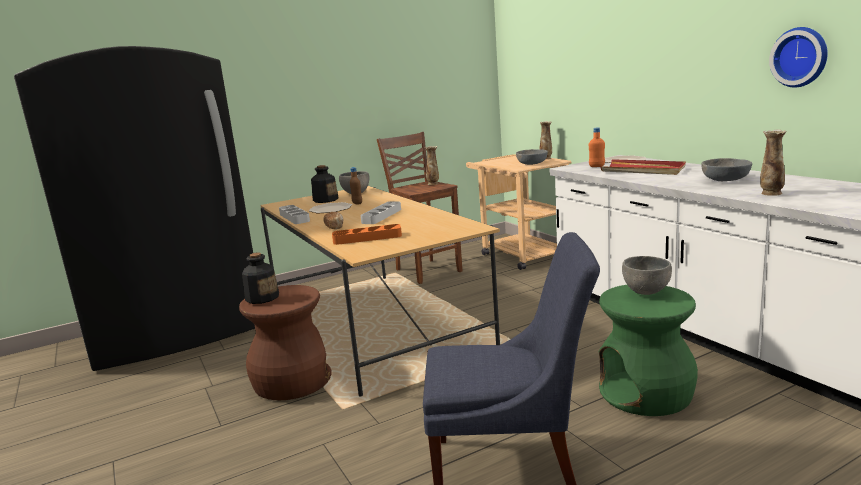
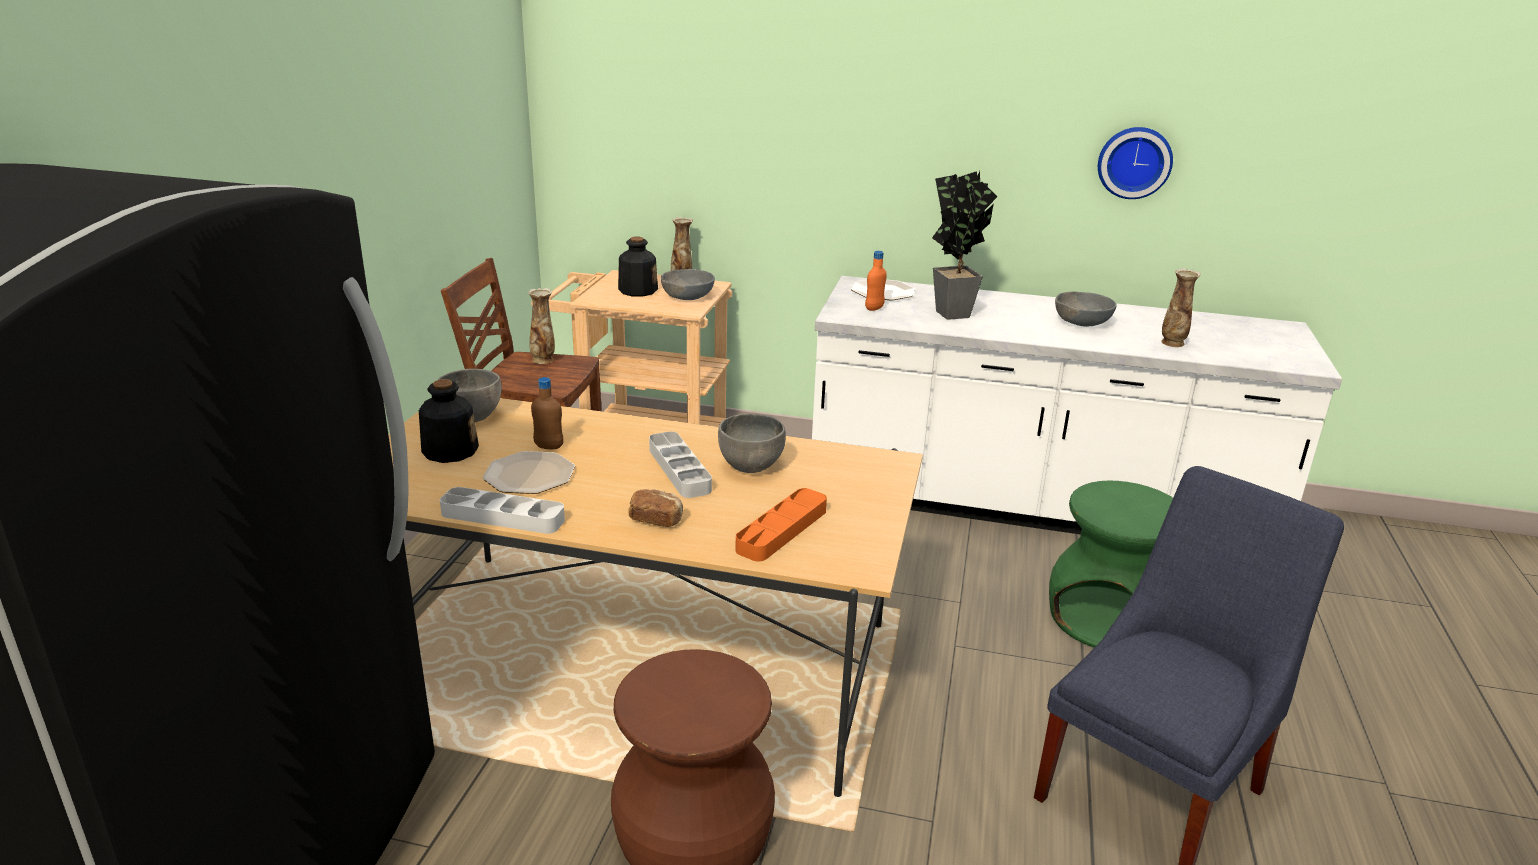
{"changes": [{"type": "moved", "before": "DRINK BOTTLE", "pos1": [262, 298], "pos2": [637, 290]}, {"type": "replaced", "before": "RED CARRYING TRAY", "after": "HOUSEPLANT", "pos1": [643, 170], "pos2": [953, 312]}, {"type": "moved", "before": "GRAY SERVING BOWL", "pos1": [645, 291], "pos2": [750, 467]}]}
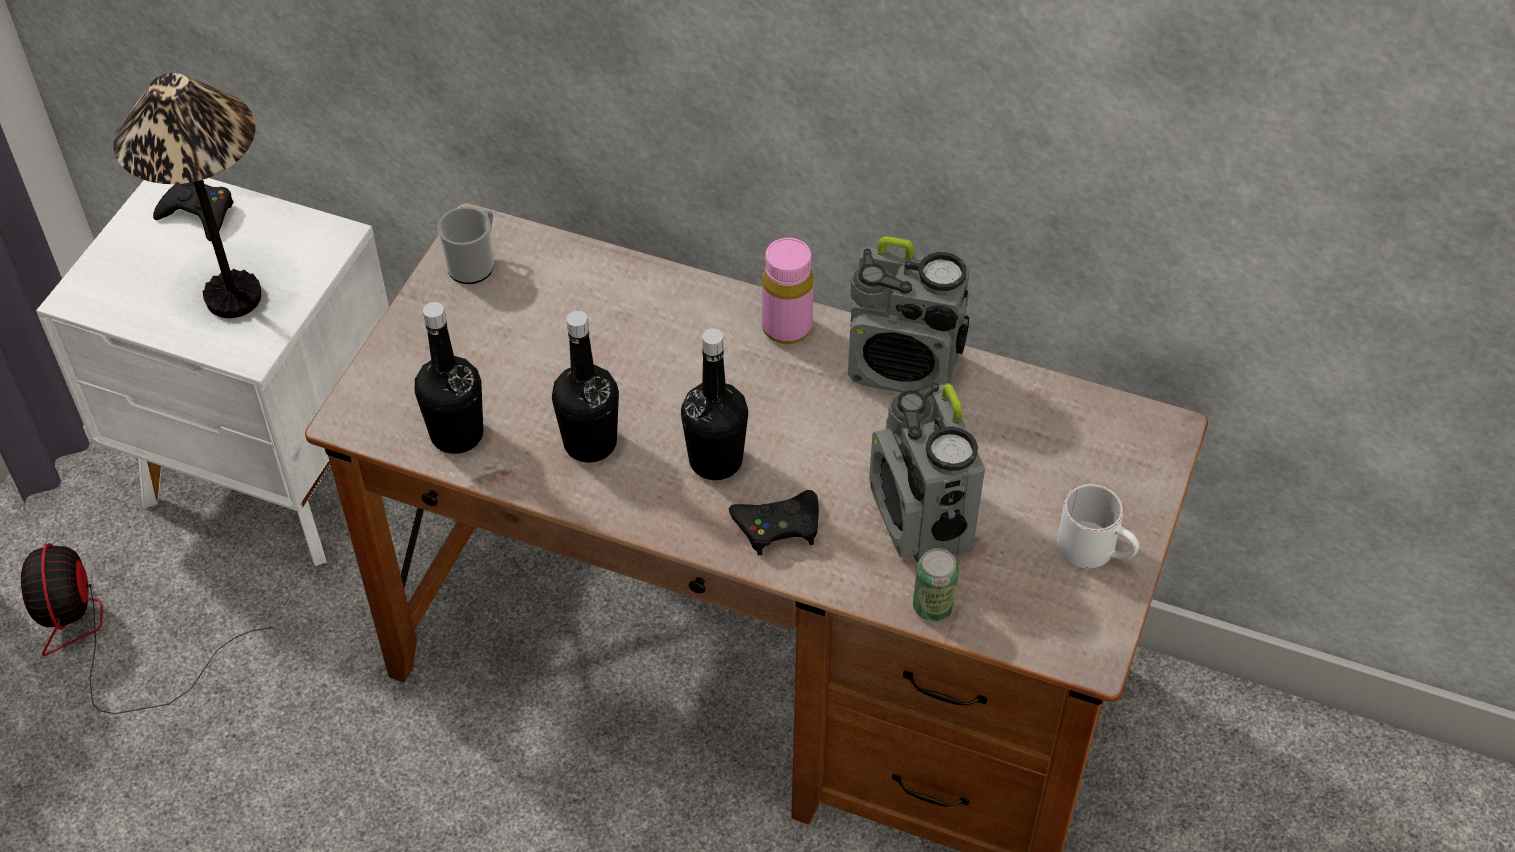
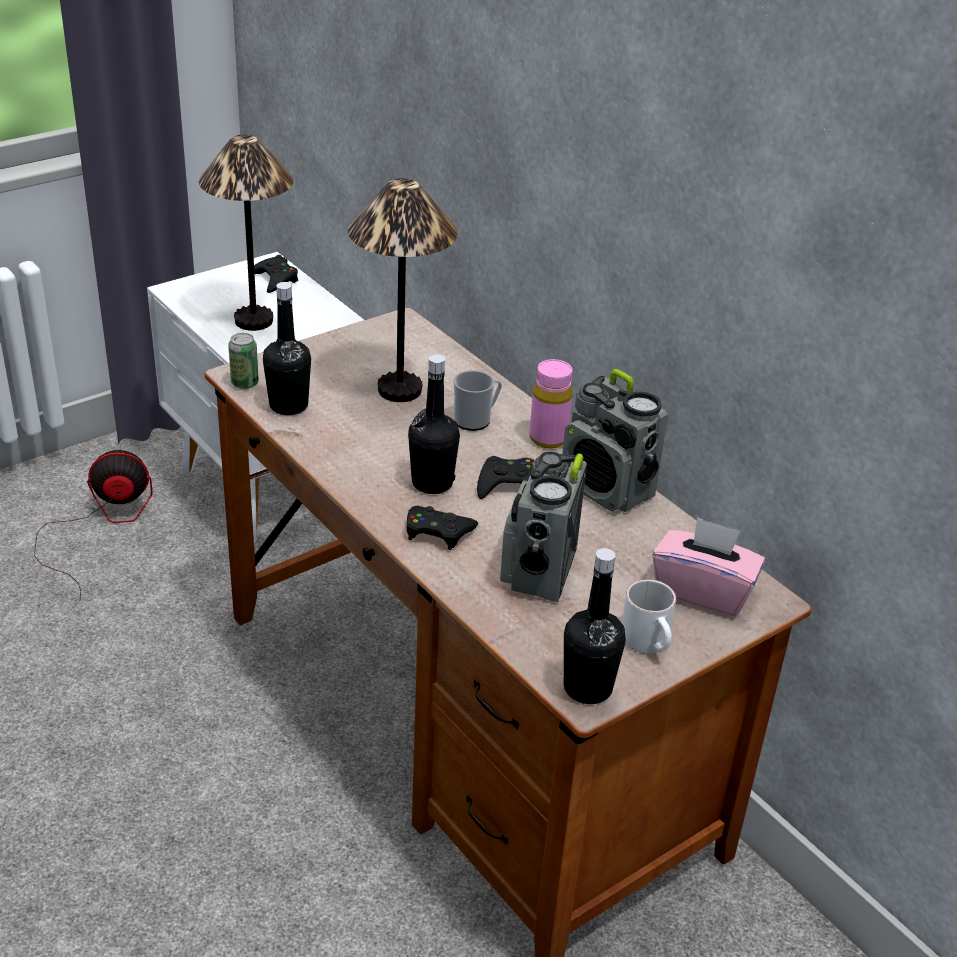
{"changes": [{"type": "turned", "before": "COOLING FAN", "pos1": [105, 639], "pos2": [100, 525], "turn": 60}, {"type": "moved", "before": "TEA MUG", "pos1": [474, 264], "pos2": [476, 420]}, {"type": "moved", "before": "BLACK DRINK BOTTLE", "pos1": [590, 443], "pos2": [587, 688]}, {"type": "moved", "before": "CAN", "pos1": [933, 607], "pos2": [244, 383]}, {"type": "added", "after": "TABLE LAMP", "pos2": [400, 390]}, {"type": "added", "after": "BLACK GAMEPAD", "pos2": [510, 486]}, {"type": "added", "after": "PINK-COLOURED TISSUE HOLDER", "pos2": [703, 591]}]}
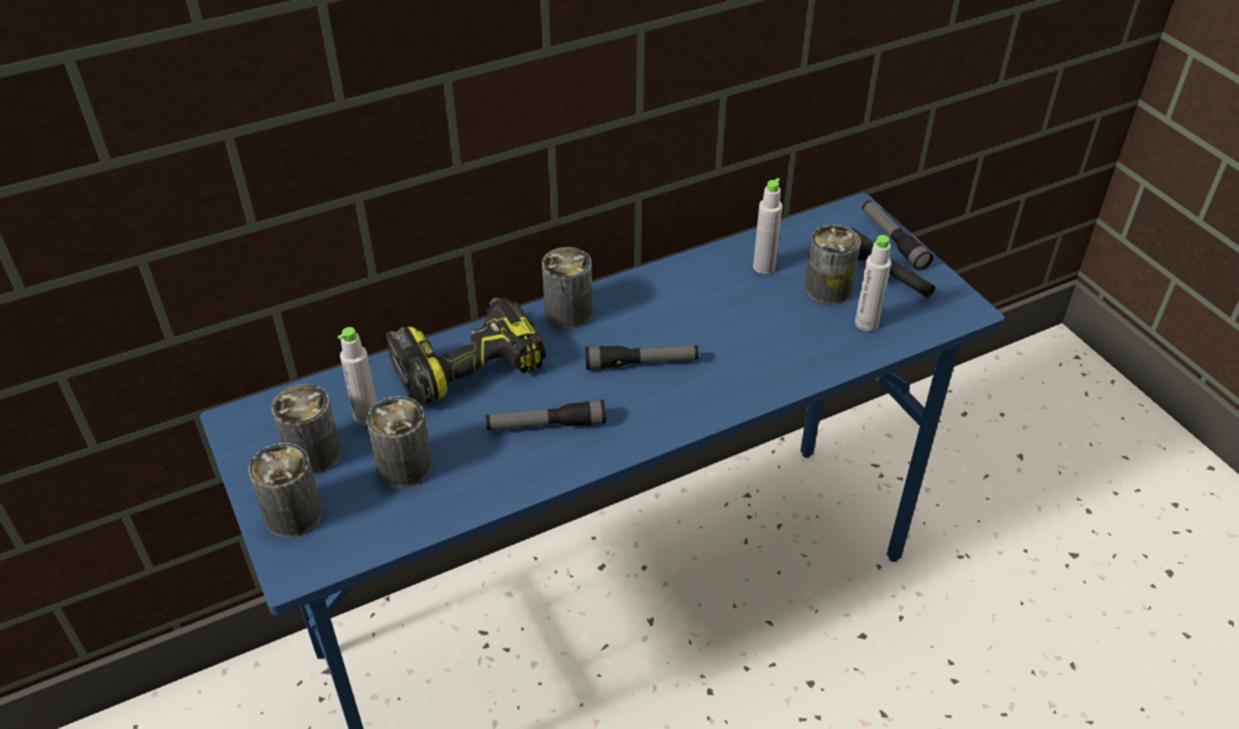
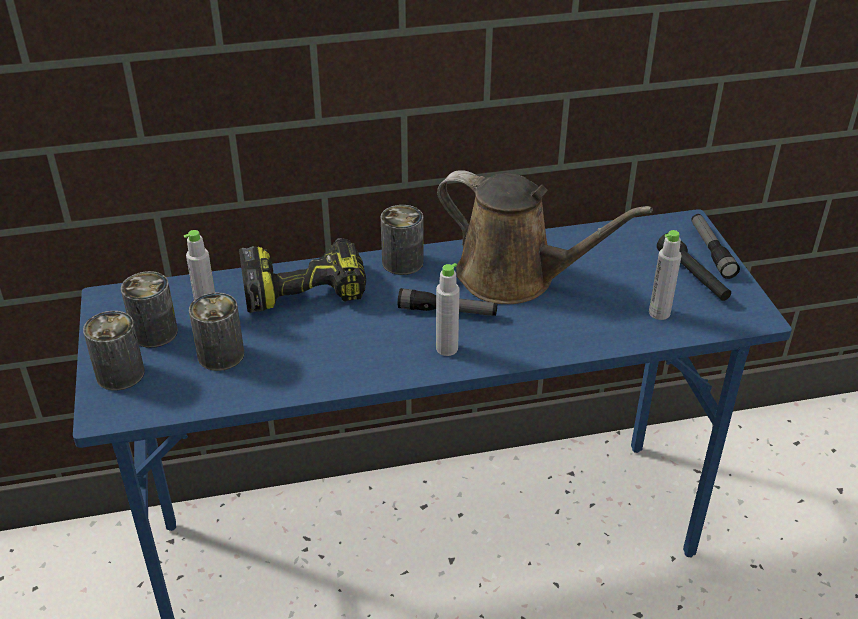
{"changes": [{"type": "removed", "before": "TORCH", "pos1": [546, 425]}, {"type": "moved", "before": "GRAY DRINK BOTTLE", "pos1": [764, 267], "pos2": [447, 348]}, {"type": "removed", "before": "CAN", "pos1": [828, 289]}, {"type": "added", "after": "BROWNISH SPRINKLING CAN", "pos2": [515, 277]}]}
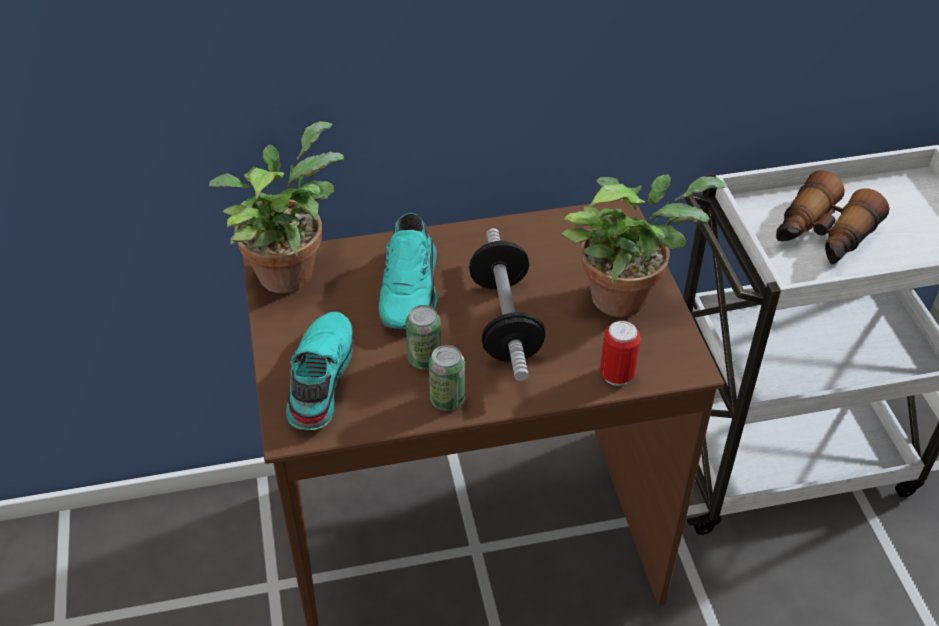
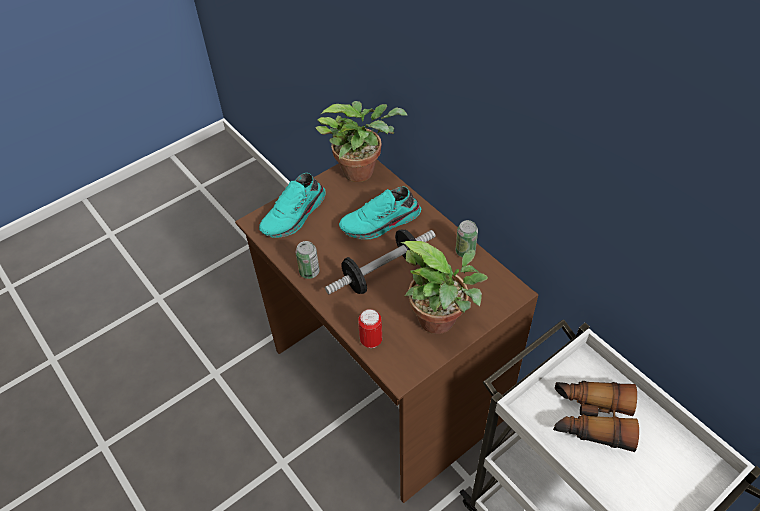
{"changes": [{"type": "turned", "before": "TURQUOISE-COLOURED SHOE", "pos1": [318, 378], "pos2": [295, 216], "turn": 150}, {"type": "moved", "before": "CAN", "pos1": [424, 359], "pos2": [465, 251]}]}
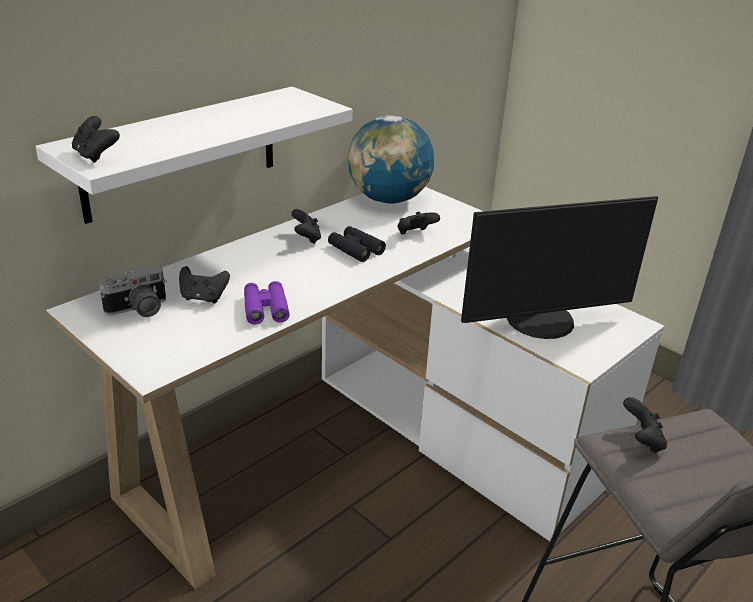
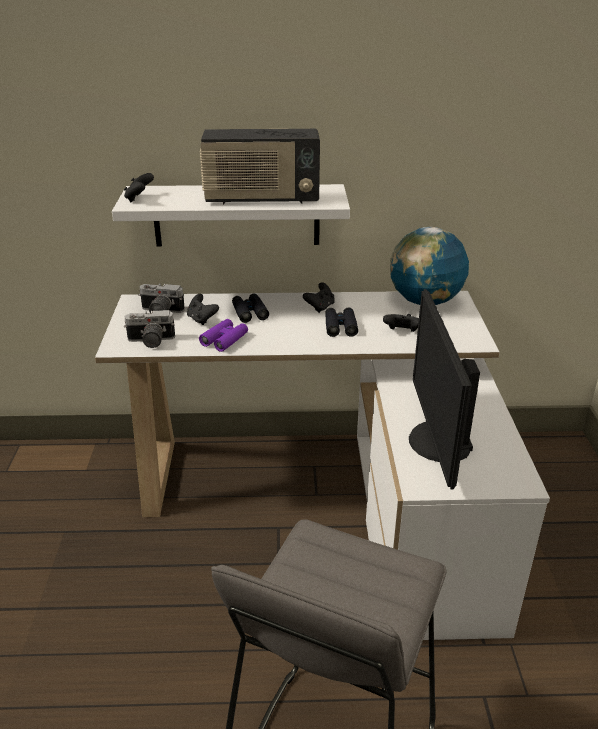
{"changes": [{"type": "turned", "before": "COMPUTER SCREEN", "pos1": [542, 322], "pos2": [437, 442], "turn": 60}, {"type": "removed", "before": "BLACK GAMEPAD", "pos1": [642, 440]}, {"type": "added", "after": "STILL CAMERA", "pos2": [150, 342]}, {"type": "added", "after": "RADIO", "pos2": [261, 199]}, {"type": "added", "after": "BLACK FIELD GLASSES", "pos2": [250, 312]}]}
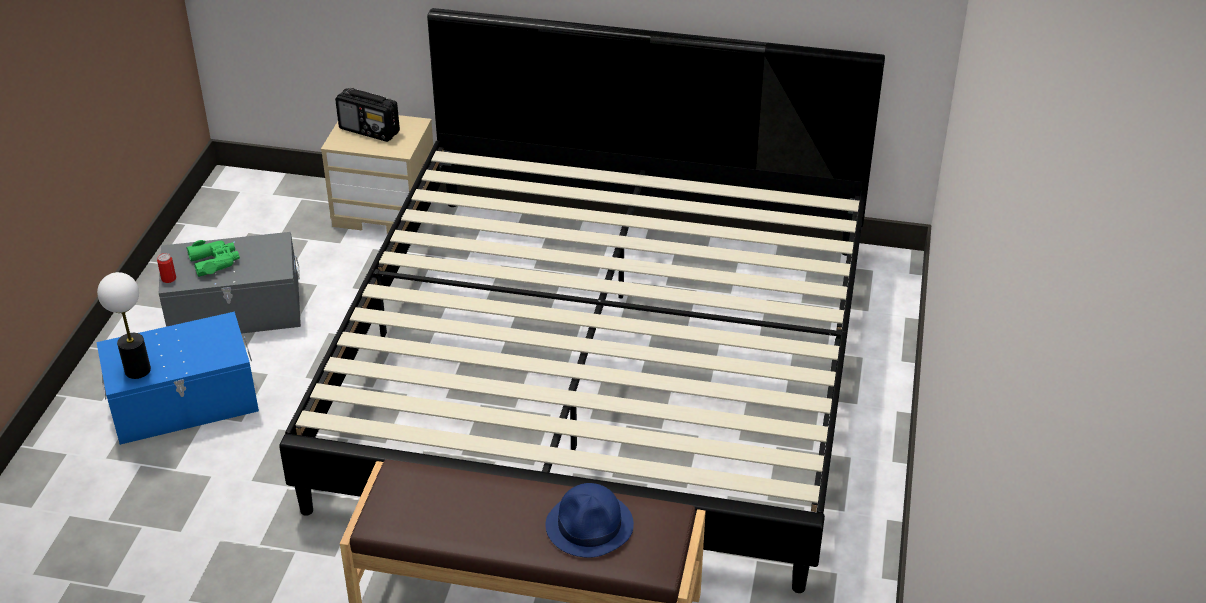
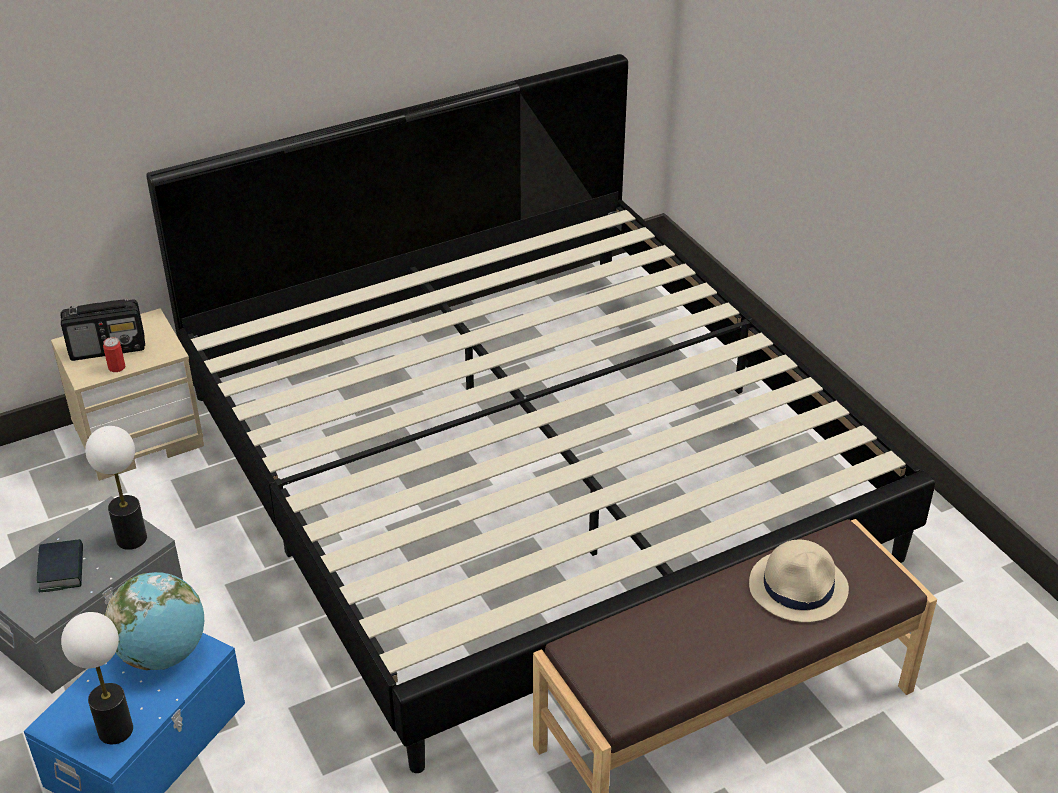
{"changes": [{"type": "moved", "before": "CAN", "pos1": [169, 279], "pos2": [116, 367]}, {"type": "replaced", "before": "GREENISH FIELD GLASSES", "after": "BOUND BOOK", "pos1": [215, 262], "pos2": [62, 570]}, {"type": "recoloured", "before": "BLUE HAT", "after": "SAND-COLOURED HAT", "pos1": [590, 526], "pos2": [799, 587]}, {"type": "added", "after": "TABLE LAMP", "pos2": [132, 539]}, {"type": "added", "after": "WORLD GLOBE", "pos2": [163, 653]}]}
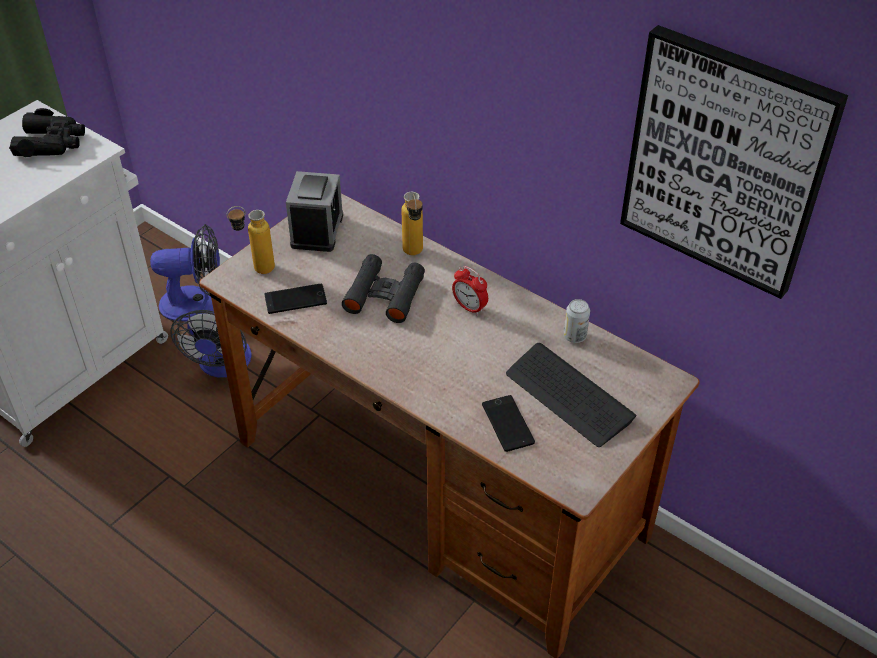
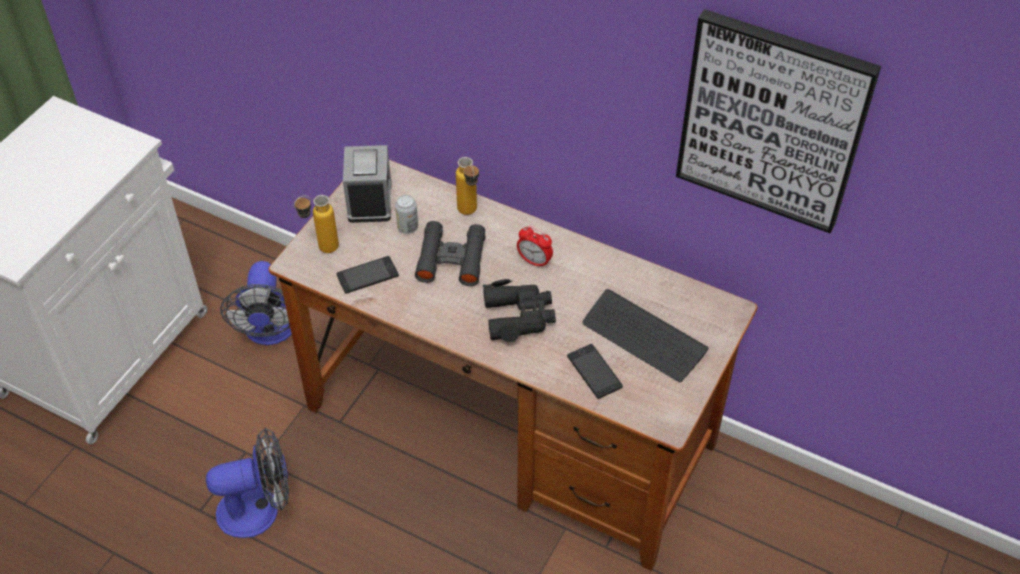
{"changes": [{"type": "moved", "before": "BLACK FIELD GLASSES", "pos1": [51, 143], "pos2": [519, 316]}, {"type": "moved", "before": "COOLING FAN", "pos1": [196, 303], "pos2": [259, 508]}, {"type": "moved", "before": "CAN", "pos1": [574, 336], "pos2": [407, 227]}]}
